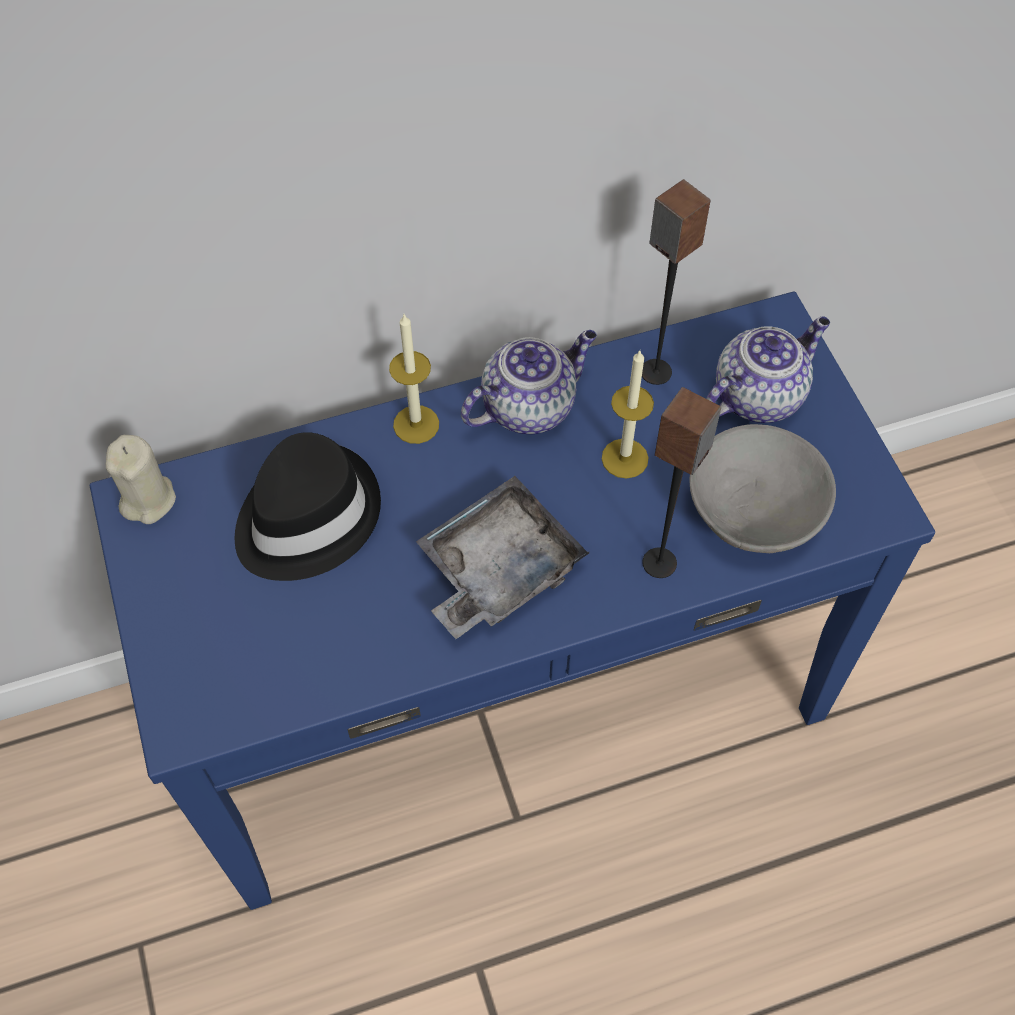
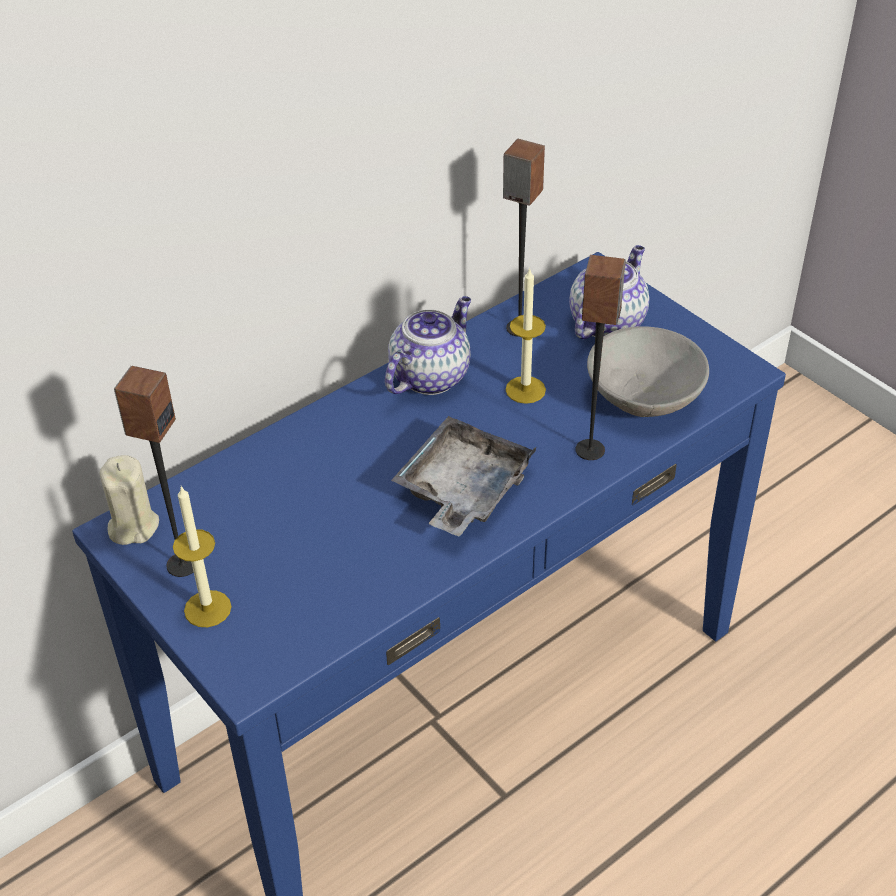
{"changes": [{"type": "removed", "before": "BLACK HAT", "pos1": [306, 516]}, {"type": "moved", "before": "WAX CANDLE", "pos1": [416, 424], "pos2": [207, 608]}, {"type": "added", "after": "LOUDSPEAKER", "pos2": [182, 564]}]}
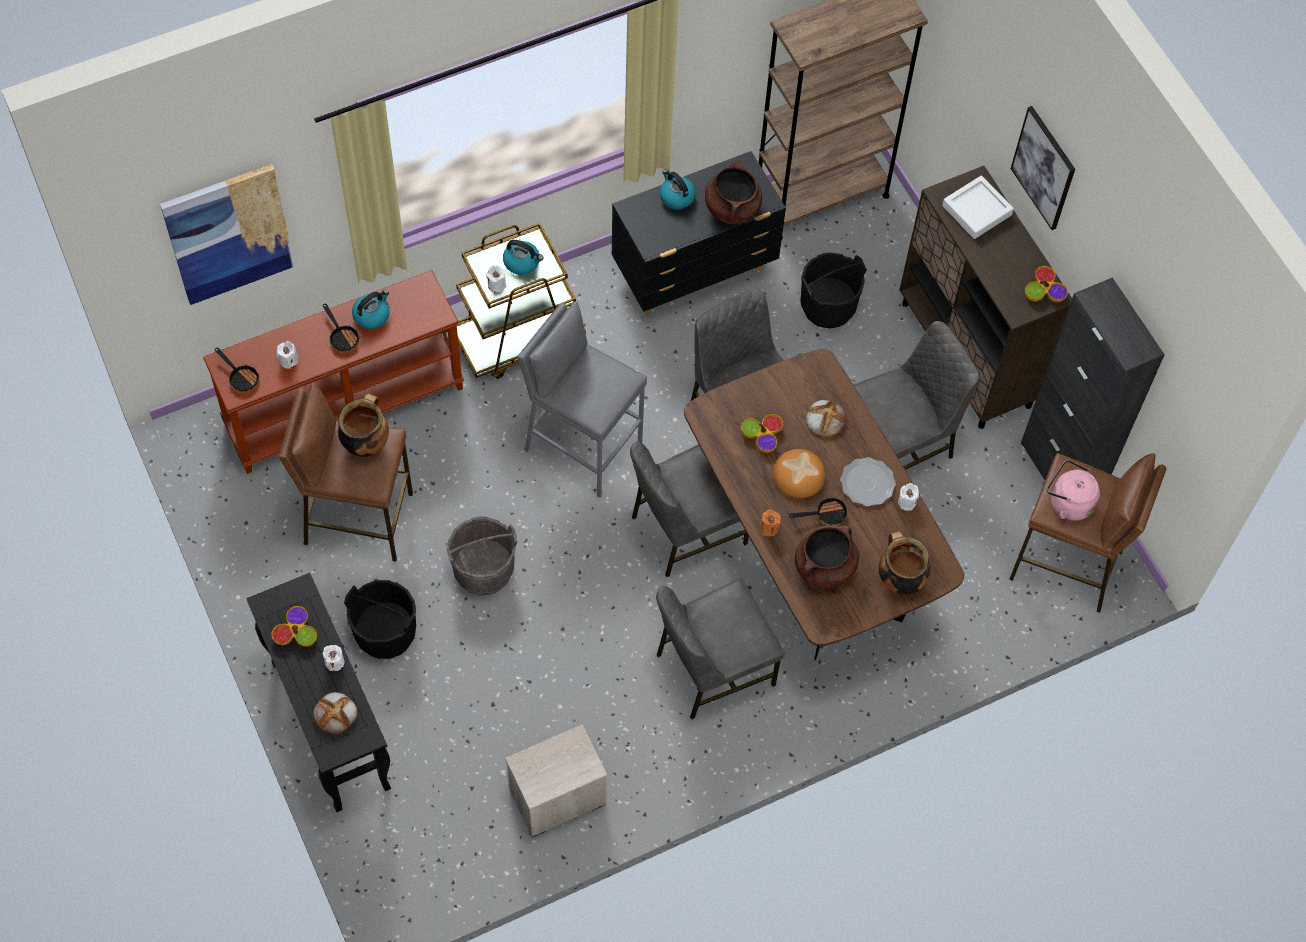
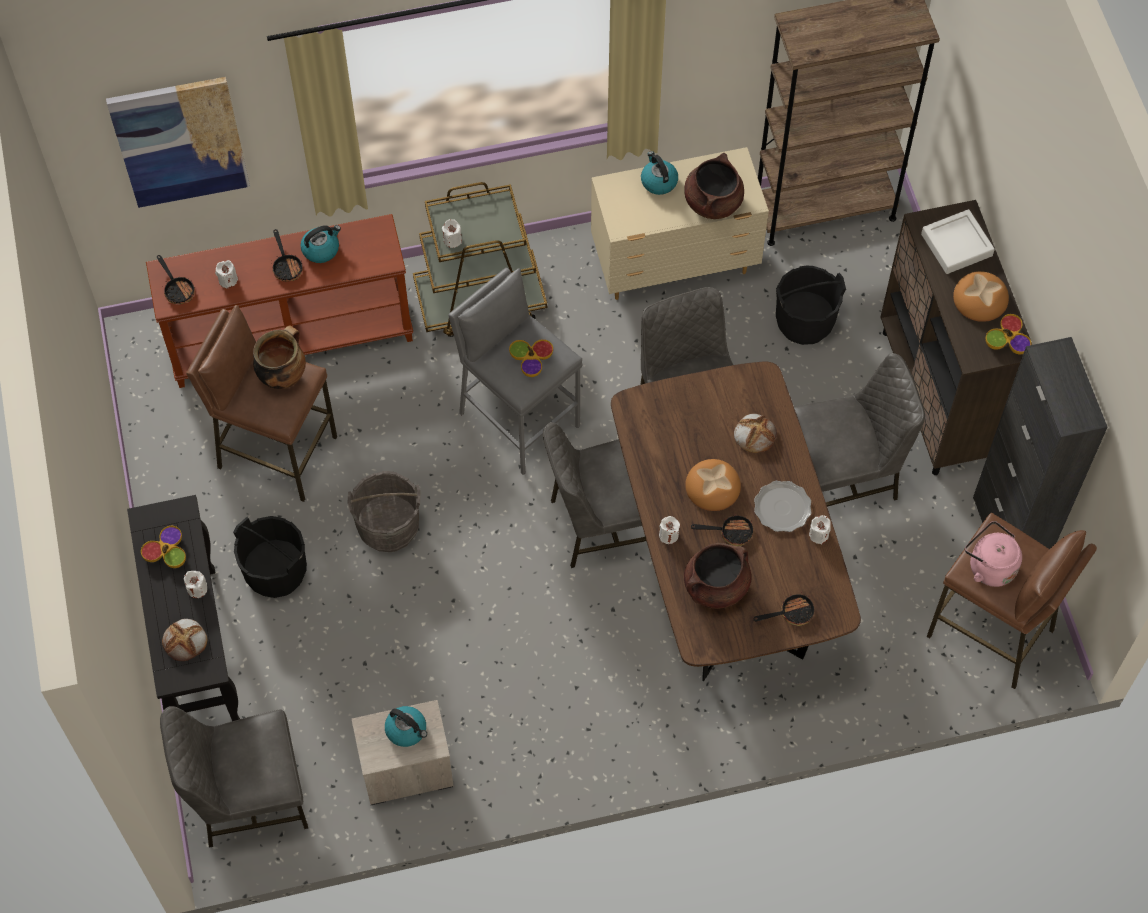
{"changes": [{"type": "moved", "before": "WATER KETTLE", "pos1": [522, 262], "pos2": [407, 730]}, {"type": "recoloured", "before": "BLACK DRESSER", "after": "SAND-COLOURED DRESSER", "pos1": [695, 273], "pos2": [675, 265]}, {"type": "moved", "before": "GRAY CHAIR", "pos1": [712, 668], "pos2": [248, 797]}, {"type": "moved", "before": "SERVING BOWL", "pos1": [762, 435], "pos2": [531, 359]}, {"type": "recoloured", "before": "ORANGE-COLOURED WAX CANDLE", "after": "WHITE-COLOURED WAX CANDLE", "pos1": [769, 528], "pos2": [668, 535]}, {"type": "replaced", "before": "SAUCEPOT", "after": "SKILLET", "pos1": [899, 579], "pos2": [791, 613]}, {"type": "removed", "before": "PICTURE", "pos1": [1044, 168]}, {"type": "added", "after": "BAKED BREAD", "pos2": [980, 299]}]}
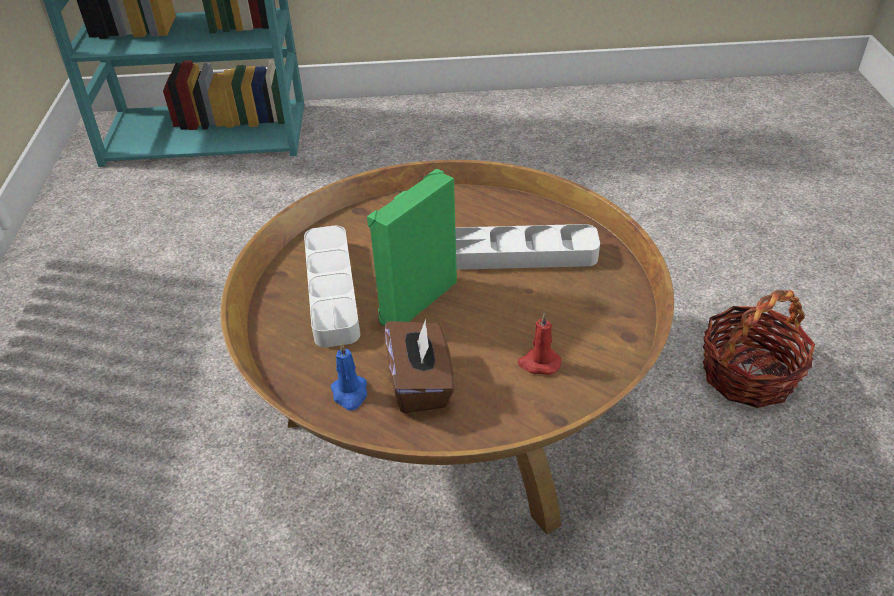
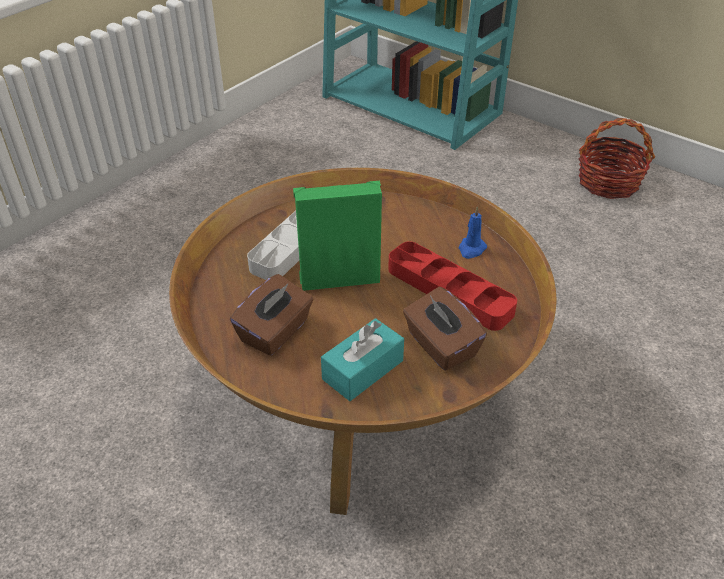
{"changes": [{"type": "moved", "before": "BLUE WAX CANDLE", "pos1": [350, 394], "pos2": [471, 249]}, {"type": "recoloured", "before": "GRAY CARRYING TRAY", "after": "RED CARRYING TRAY", "pos1": [521, 254], "pos2": [449, 290]}, {"type": "replaced", "before": "RED WAX CANDLE", "after": "TURQUOISE-COLOURED TISSUE HOLDER", "pos1": [539, 363], "pos2": [363, 370]}, {"type": "moved", "before": "STORAGE BASKET", "pos1": [748, 375], "pos2": [608, 183]}, {"type": "added", "after": "BROWNISH TISSUE HOLDER", "pos2": [440, 346]}]}
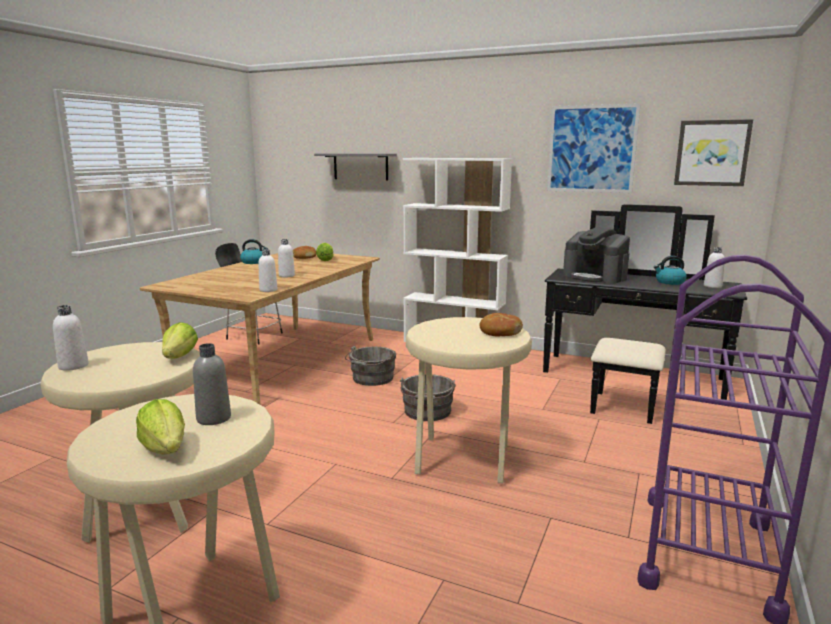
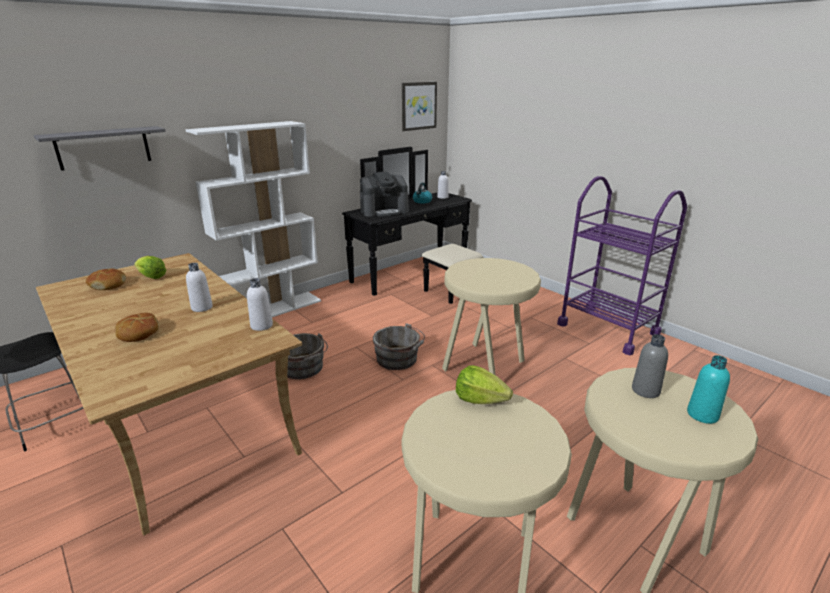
{"changes": [{"type": "removed", "before": "WHITE-COLOURED DRINK BOTTLE", "pos1": [73, 366]}, {"type": "replaced", "before": "HEAD OF LETTUCE", "after": "TURQUOISE-COLOURED DRINK BOTTLE", "pos1": [165, 449], "pos2": [702, 415]}, {"type": "removed", "before": "WATER KETTLE", "pos1": [254, 262]}, {"type": "moved", "before": "BAKED BREAD", "pos1": [500, 332], "pos2": [138, 333]}, {"type": "removed", "before": "PICTURE", "pos1": [591, 149]}]}
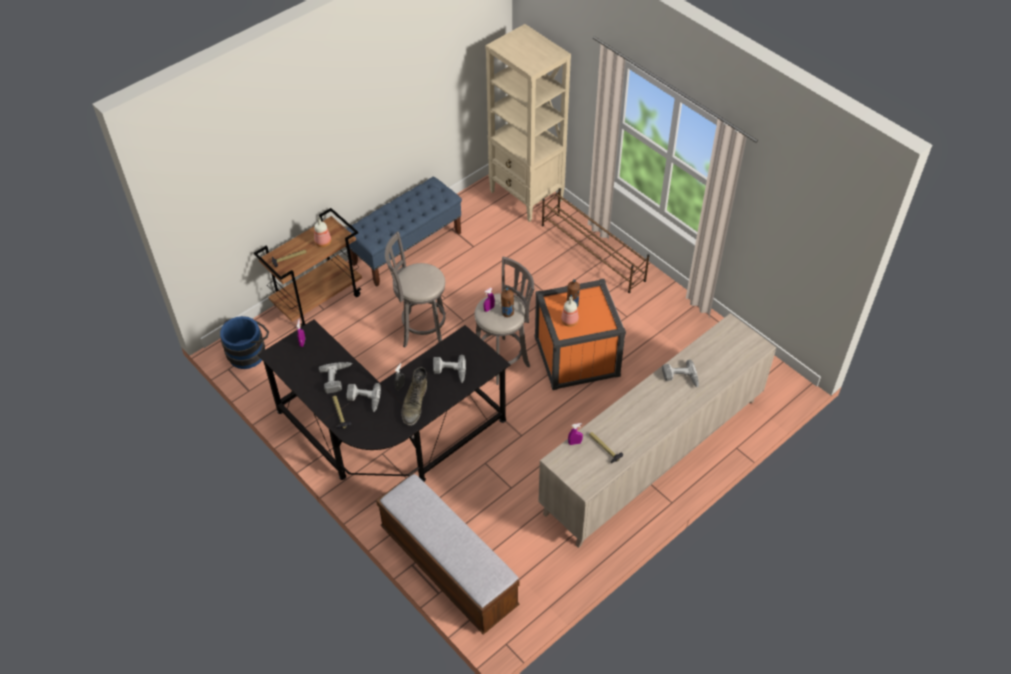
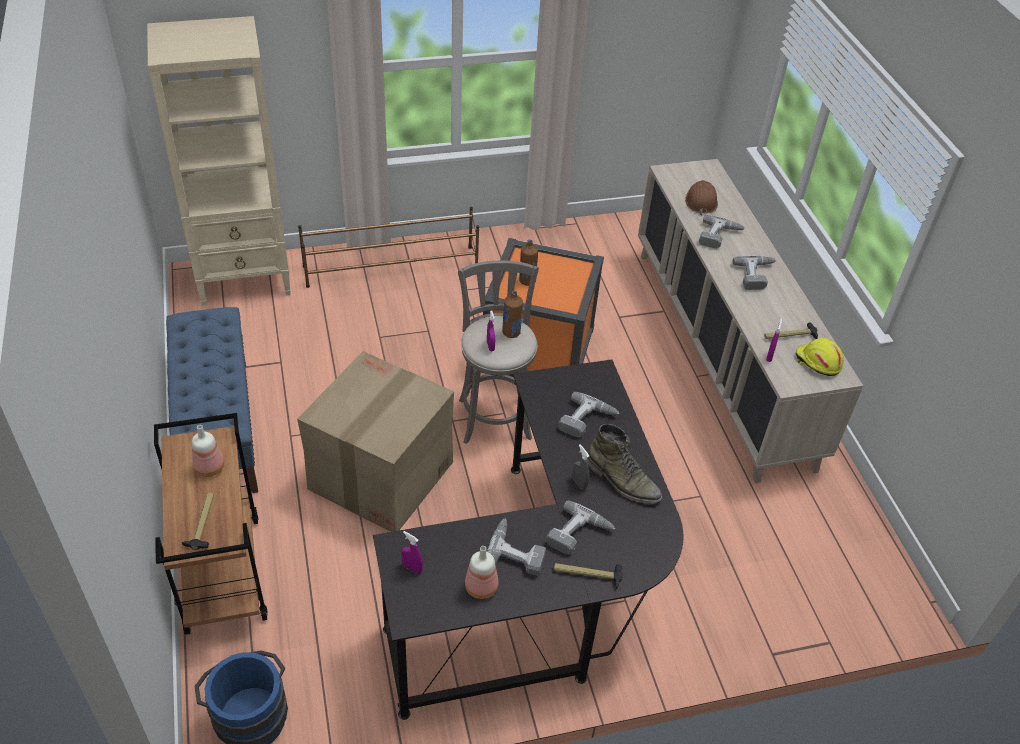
{"changes": [{"type": "removed", "before": "BENCH", "pos1": [448, 567]}, {"type": "replaced", "before": "GRAY STOOL SEAT", "after": "CARTON", "pos1": [421, 330], "pos2": [380, 476]}, {"type": "moved", "before": "DRINK BOTTLE", "pos1": [570, 321], "pos2": [481, 586]}, {"type": "added", "after": "BROWNISH WORK HELMET", "pos2": [701, 201]}, {"type": "added", "after": "POWER DRILL", "pos2": [757, 275]}, {"type": "added", "after": "YELLOW WORK HELMET", "pos2": [817, 362]}]}
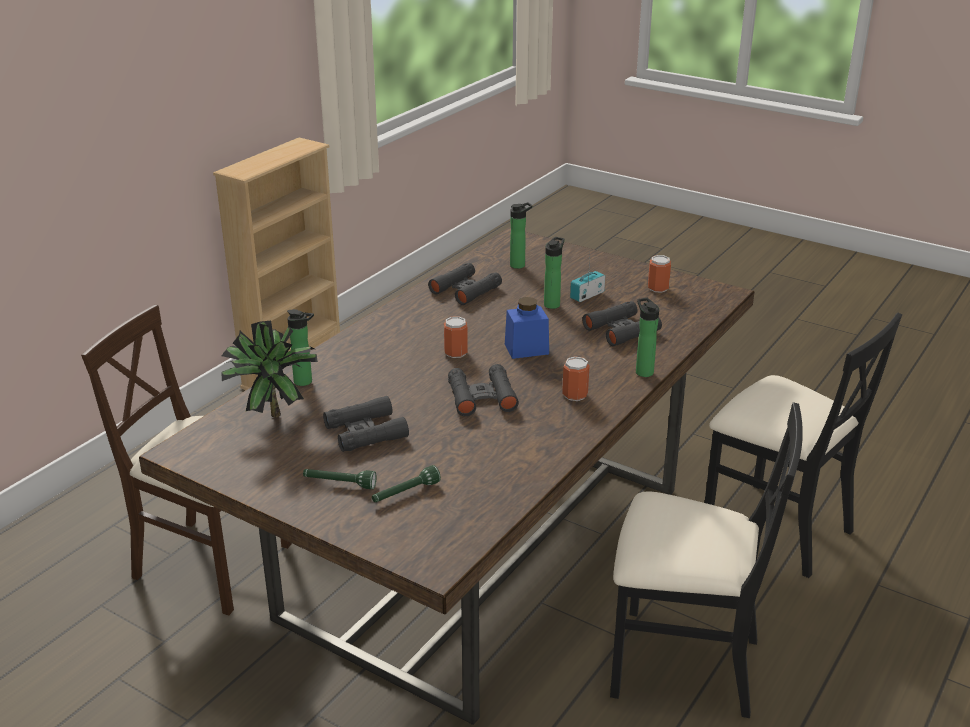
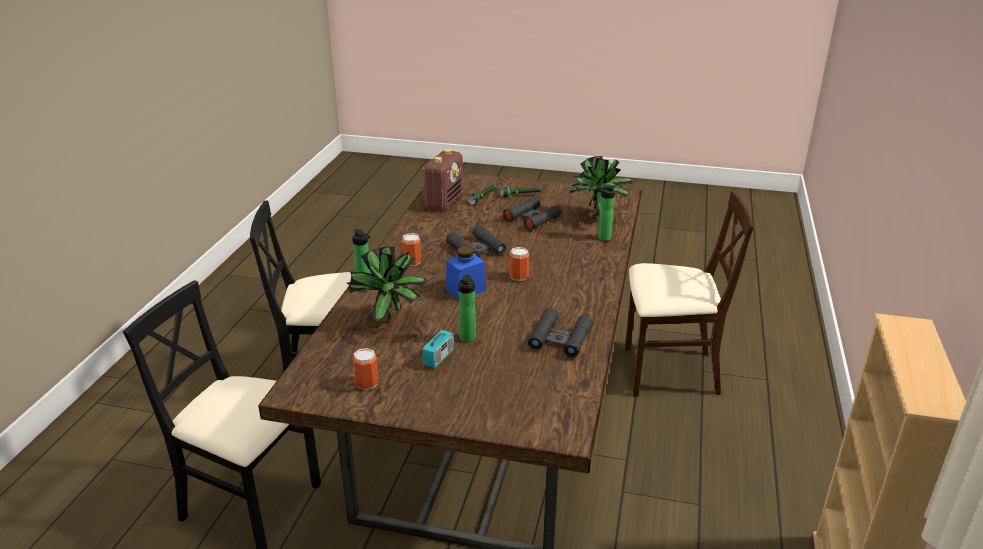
{"changes": [{"type": "removed", "before": "DRINK BOTTLE", "pos1": [519, 265]}, {"type": "replaced", "before": "BLACK FIELD GLASSES", "after": "HOUSEPLANT", "pos1": [621, 330], "pos2": [392, 323]}, {"type": "added", "after": "RADIO", "pos2": [444, 202]}]}
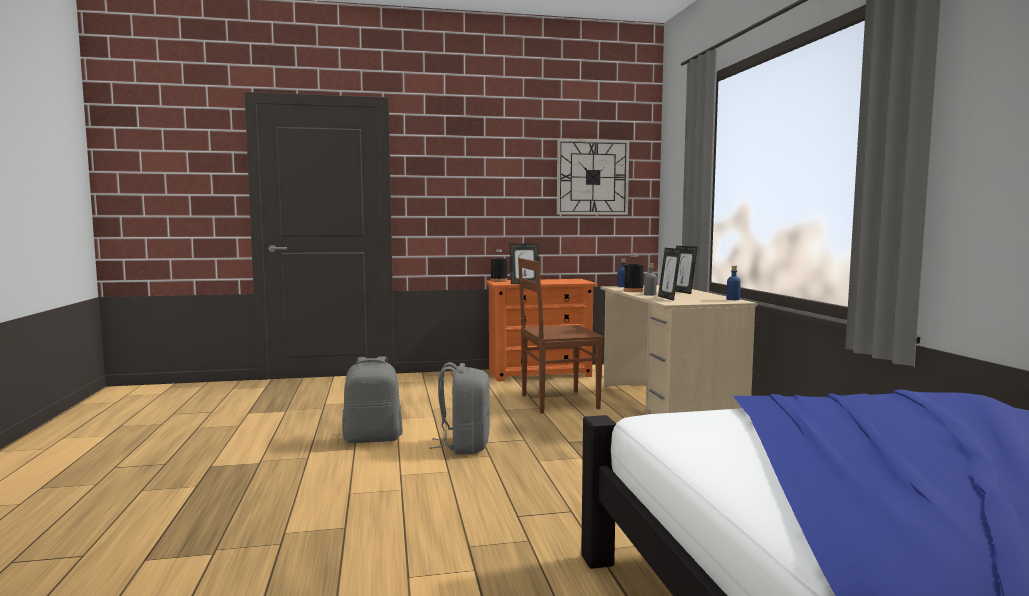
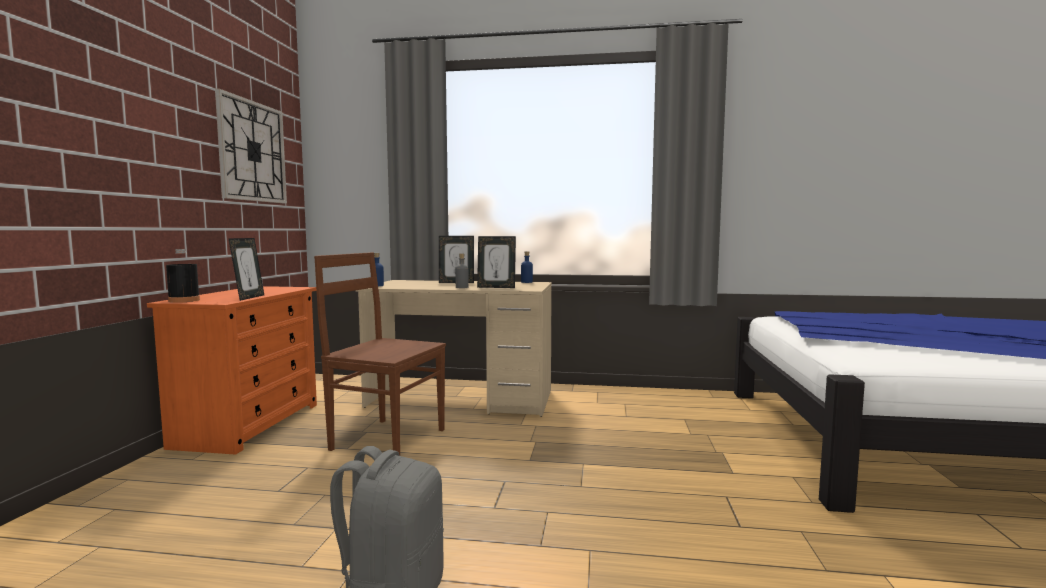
{"changes": [{"type": "removed", "before": "GRAY KNAPSACK", "pos1": [464, 446]}, {"type": "turned", "before": "BROWNISH CHAIR", "pos1": [557, 402], "pos2": [386, 439], "turn": 105}, {"type": "removed", "before": "BLACK DRINK BOTTLE", "pos1": [633, 291]}]}
